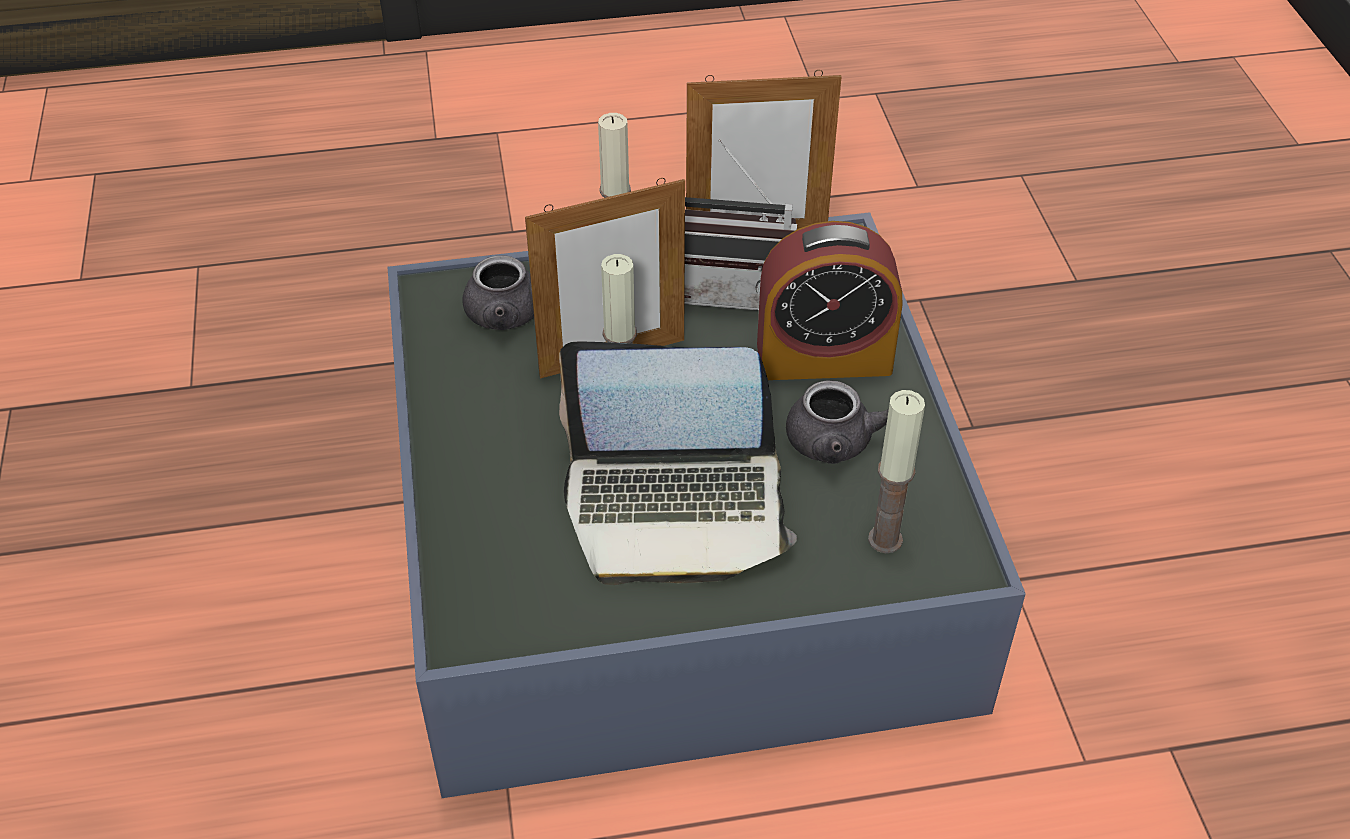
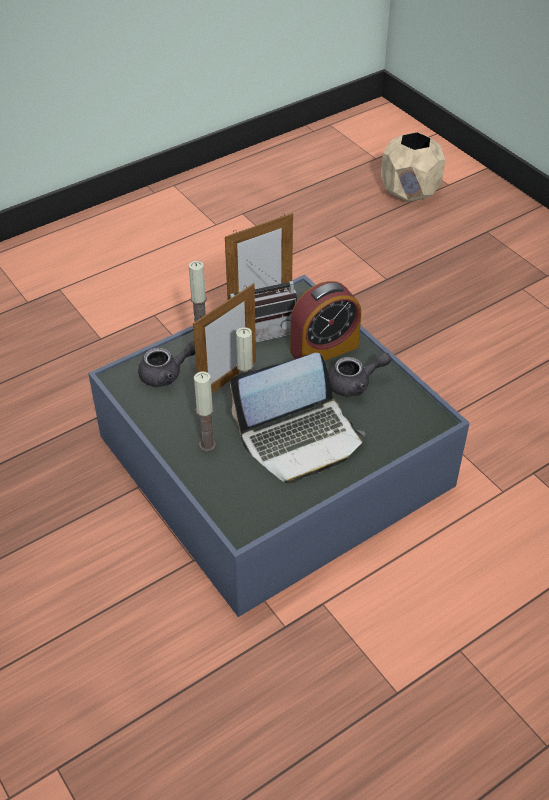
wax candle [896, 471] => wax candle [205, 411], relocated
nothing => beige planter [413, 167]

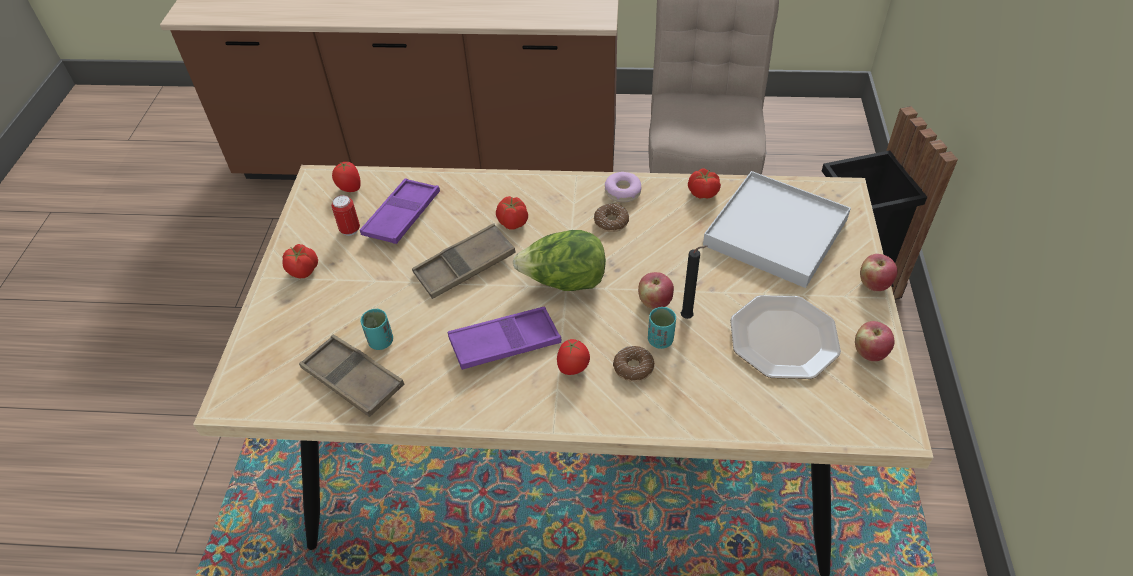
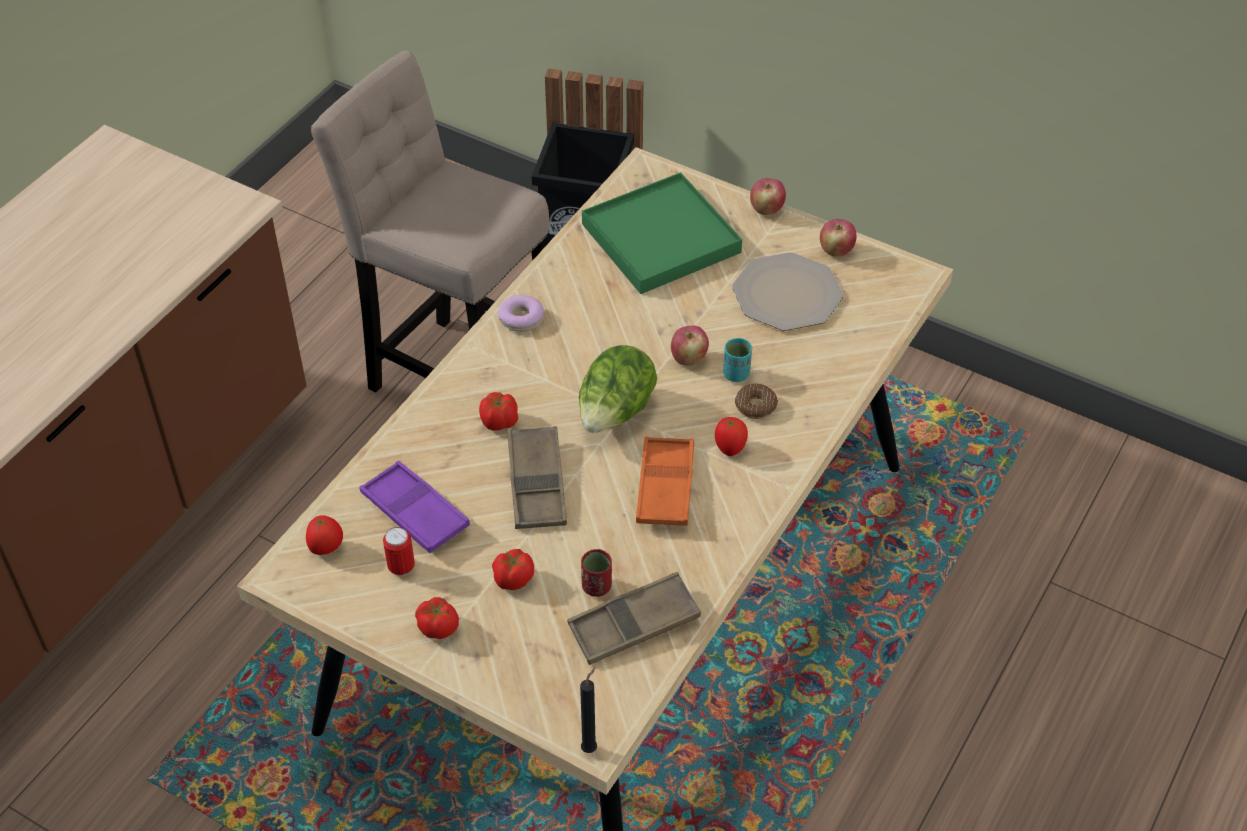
turquoise-coloured drinking cup [376, 329] => reddish drinking cup [596, 573]
purple-coloured serving tray [504, 338] => orange serving tray [665, 481]
ring doughnut [611, 218] => nothing
black wax candle [694, 282] => black wax candle [588, 710], relocated
fresh tomato [704, 184] => fresh tomato [513, 569], relocated
whitish serving tray [777, 229] => green serving tray [662, 233]

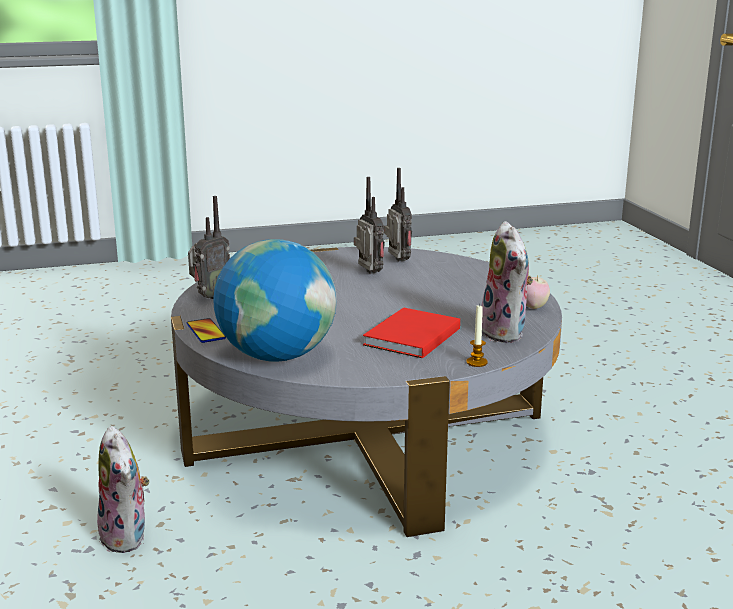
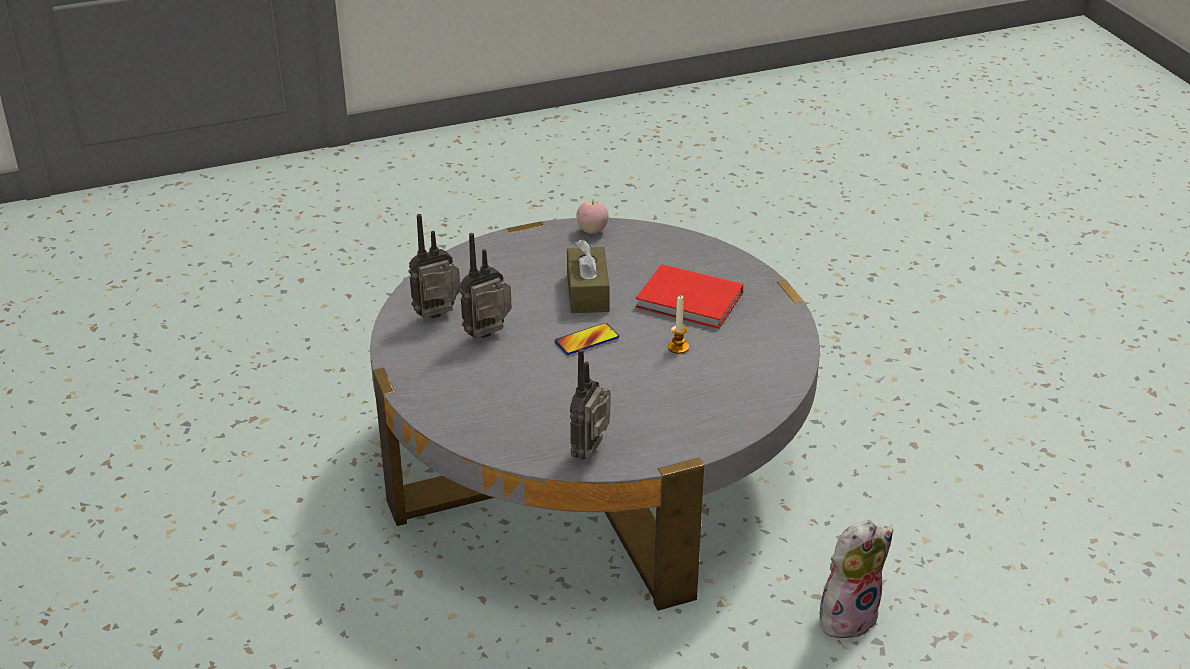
telephone [206, 330] => telephone [586, 339], relocated
radio receiver [209, 247] => radio receiver [590, 404], 105 degrees counterclockwise
desk globe [275, 300] => nothing
wax candle [477, 335] => wax candle [678, 324], relocated
soft toy [507, 282] => nothing
nothing => brown box of tissues [588, 276]

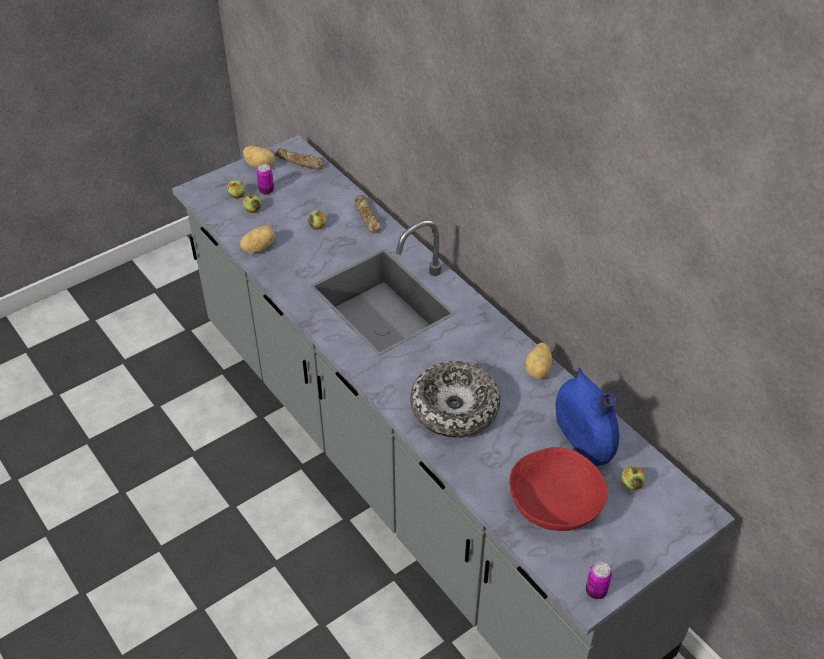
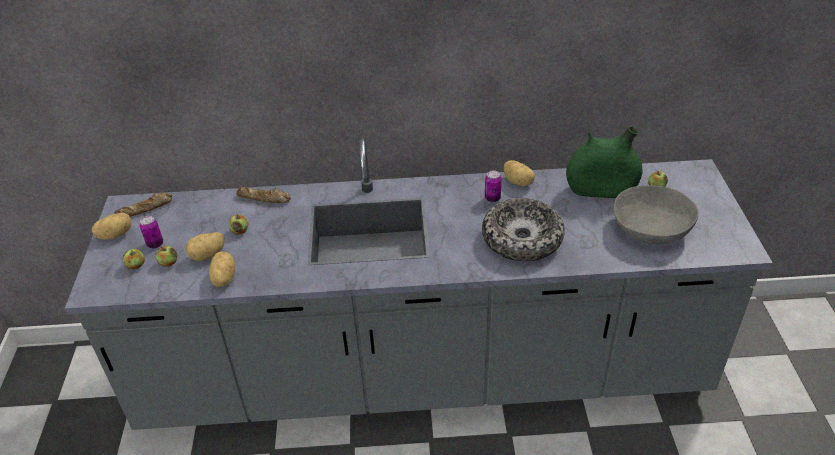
reddish bowl [558, 489] => greyish bowl [656, 214]
blue decorative vase [587, 417] => green decorative vase [604, 162]
metal can [599, 580] => metal can [493, 186], relocated
nothing => potato [205, 246]

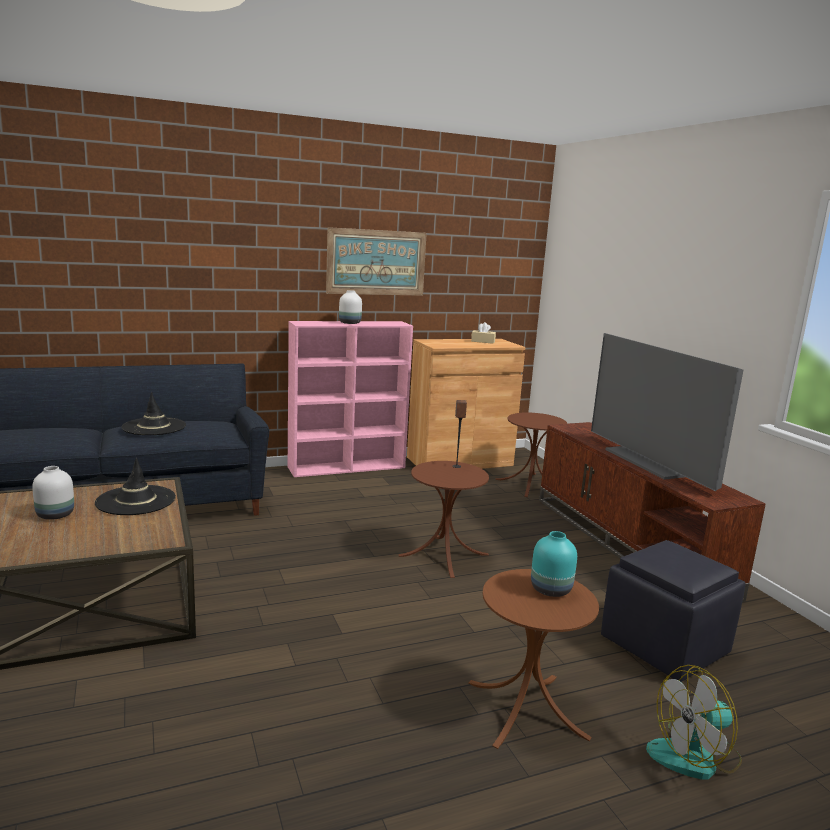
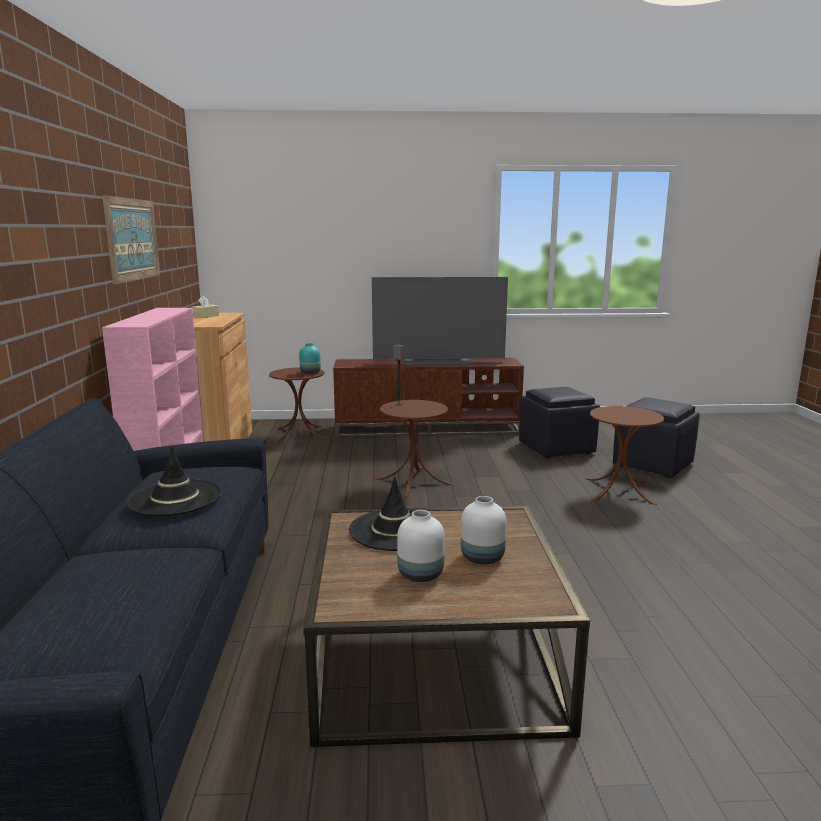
whitish decorative vase [350, 307] => whitish decorative vase [484, 530], relocated
turquoise-coloured decorative vase [554, 564] => turquoise-coloured decorative vase [310, 358], relocated
cooling fan [694, 722] => black footrest [656, 437]

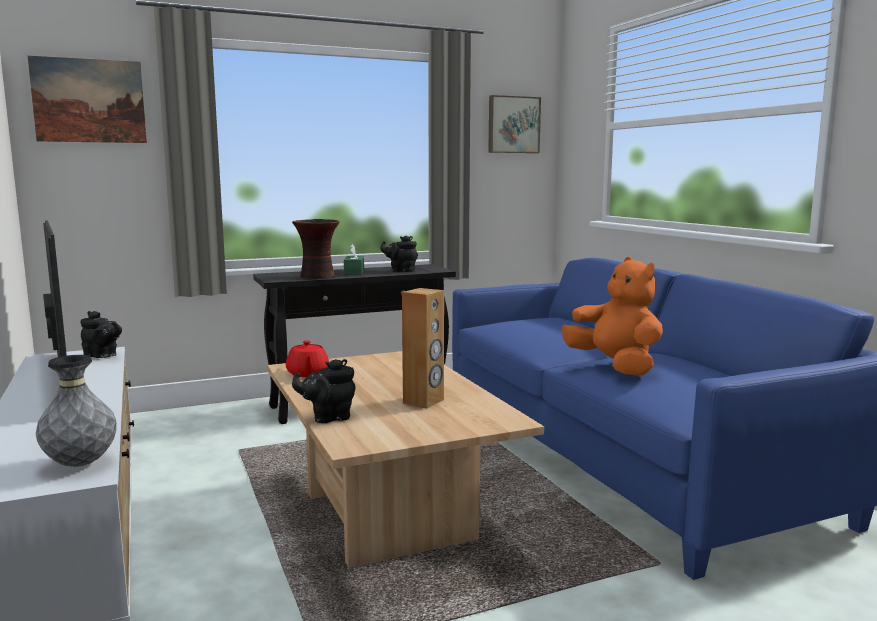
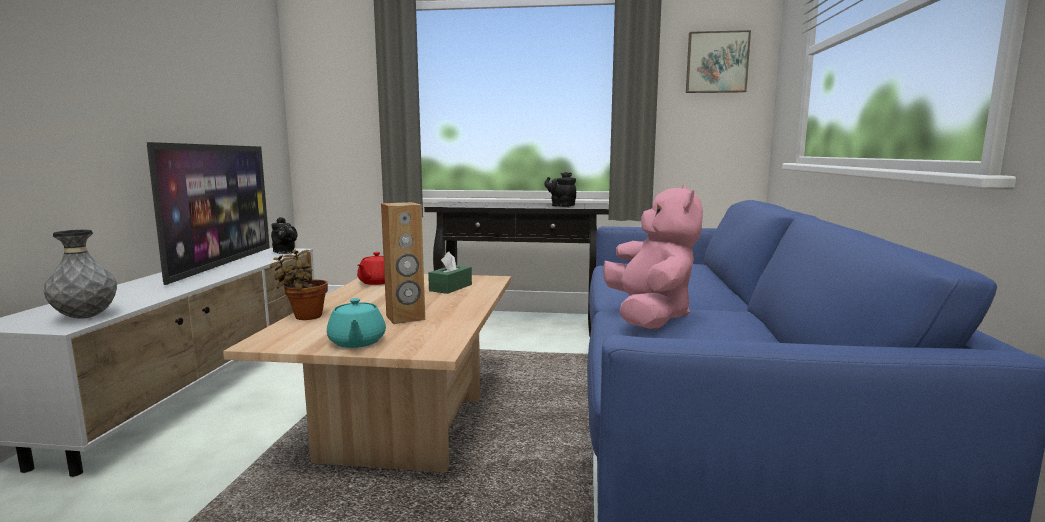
wall picture [87, 99] => nothing
decorative vase [316, 249] => nothing
black teapot [324, 391] => houseplant [299, 284]
green box of tissues [354, 259] => green box of tissues [450, 273], relocated
orange soft toy [612, 316] => pink-coloured soft toy [653, 256]
nothing => turquoise-coloured teapot [356, 323]

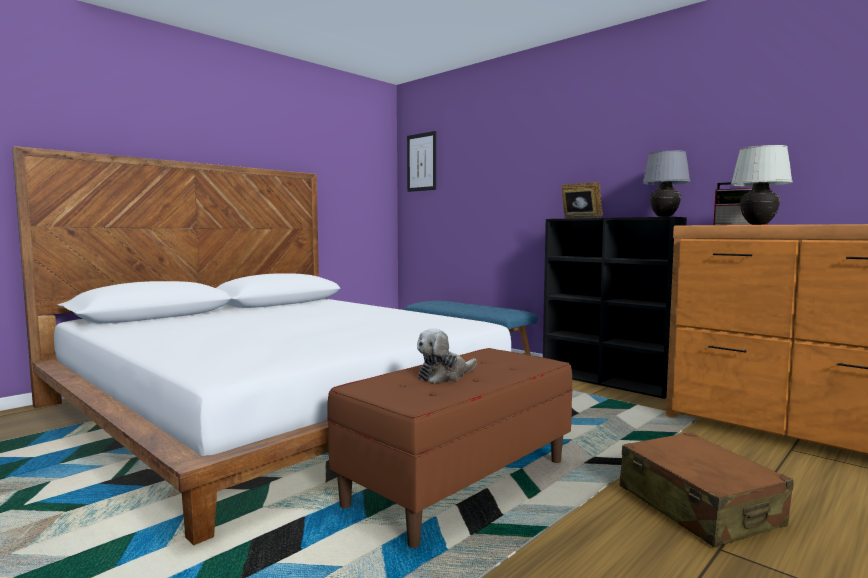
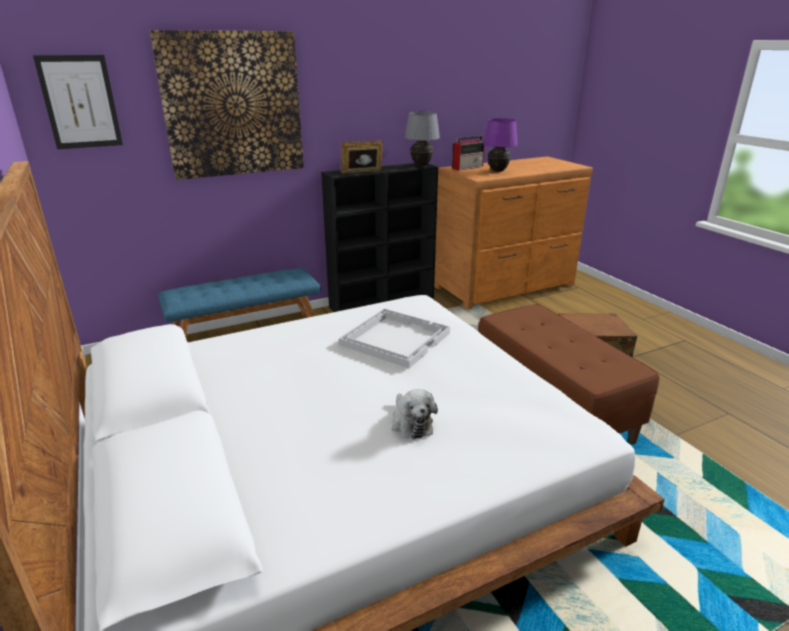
soft toy [447, 355] => soft toy [415, 414], relocated
whitish lamp for a table [762, 185] => purple-coloured lamp for a table [500, 145]
nothing => wall picture [226, 105]
nothing => whitish serving tray [394, 338]

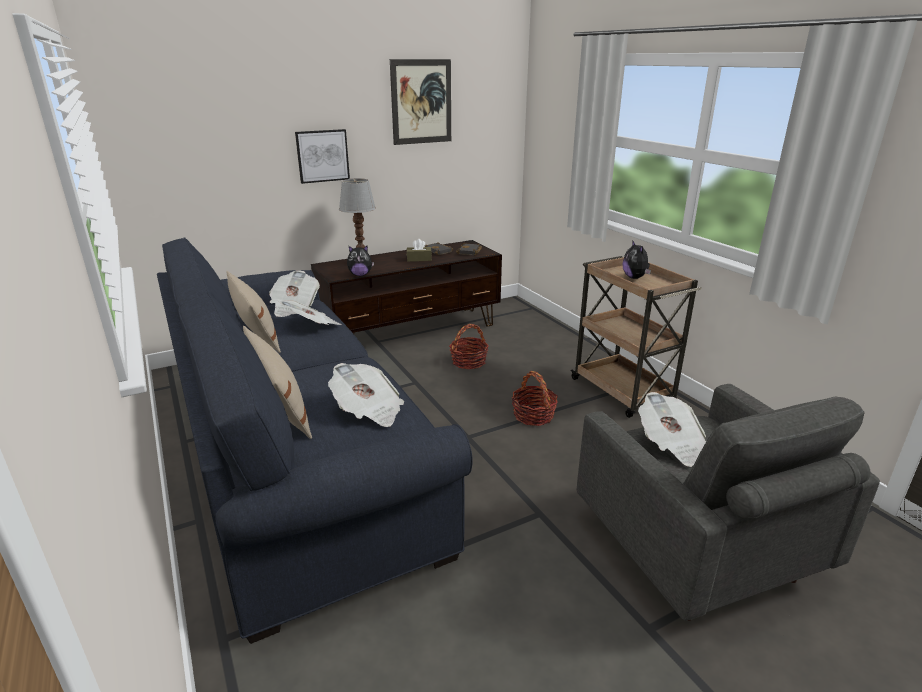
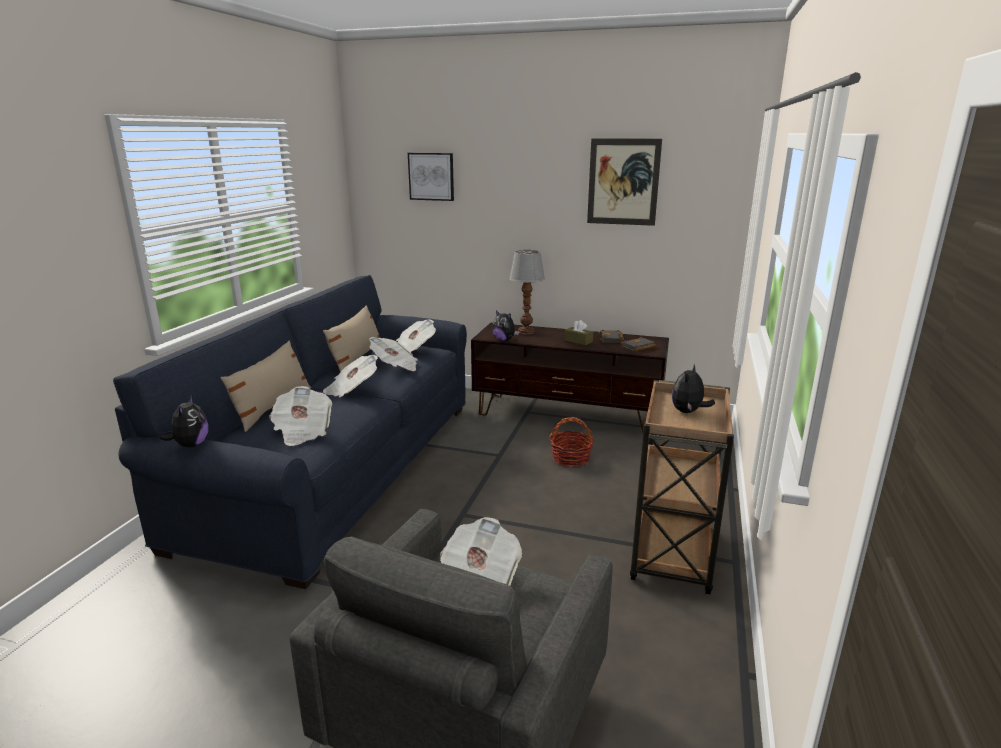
wall picture [322, 156] => wall picture [431, 177], relocated
storage basket [535, 398] => nothing
nothing => soft toy [184, 422]
nothing => newspaper [350, 376]

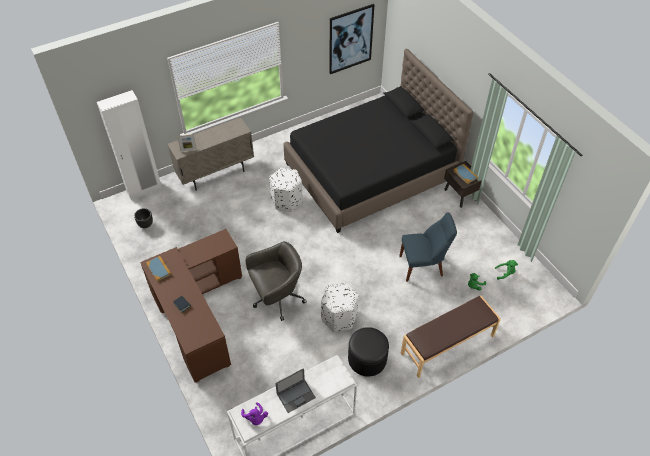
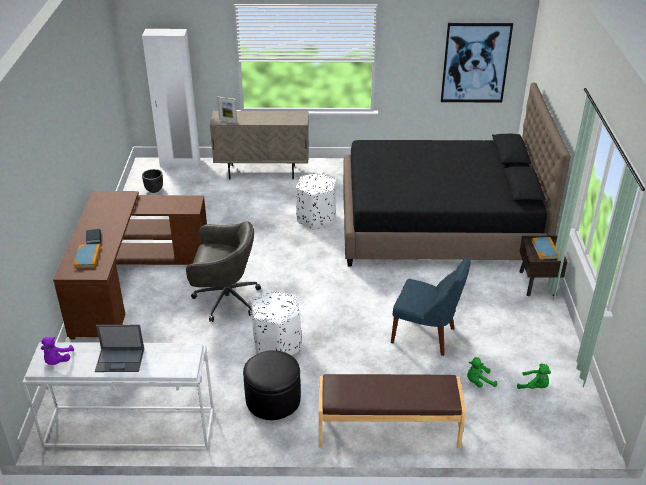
book [158, 269] => book [87, 256], relocated

